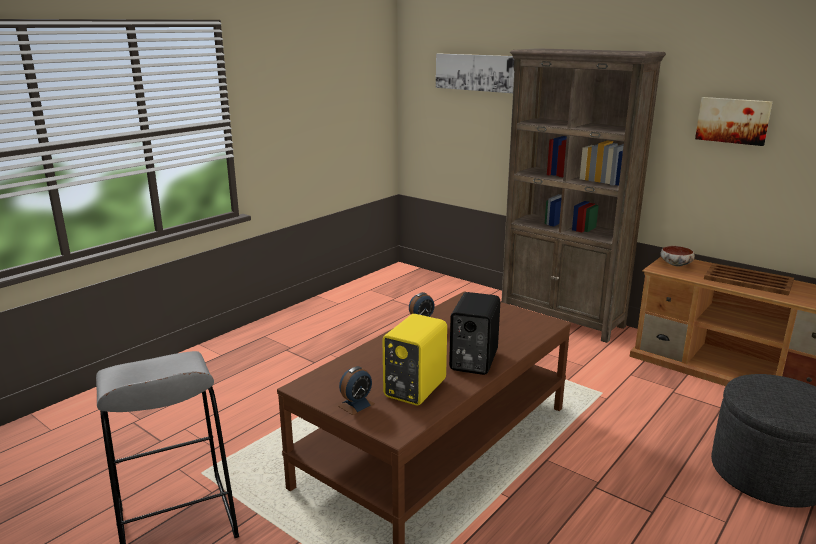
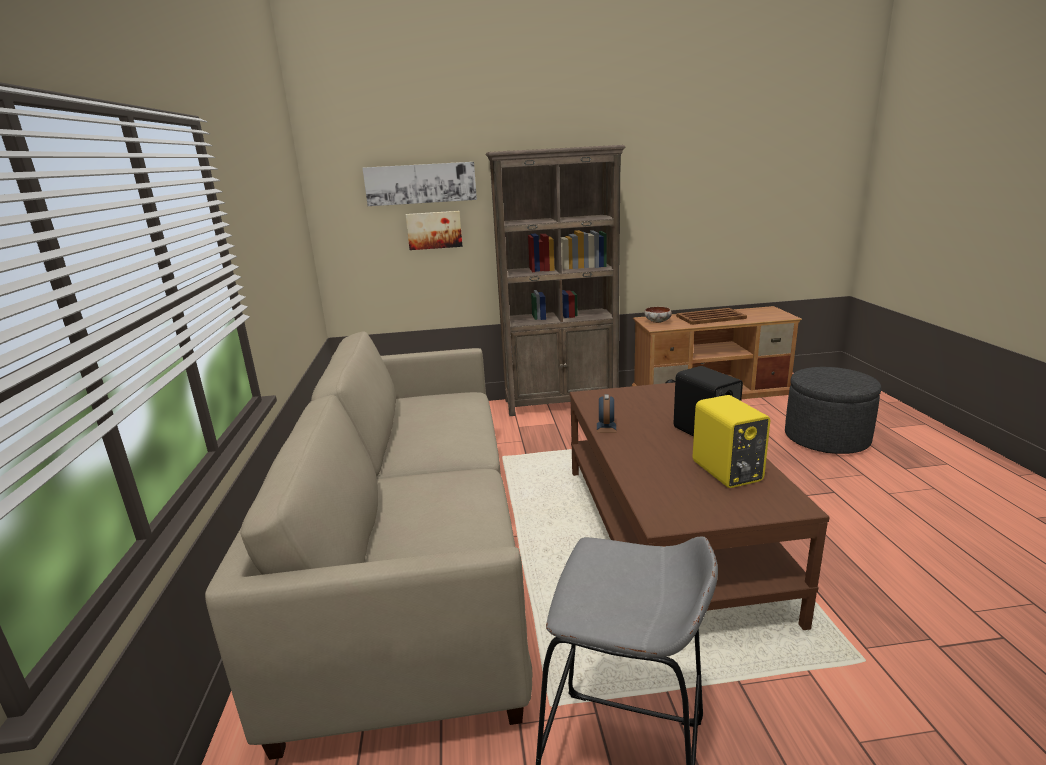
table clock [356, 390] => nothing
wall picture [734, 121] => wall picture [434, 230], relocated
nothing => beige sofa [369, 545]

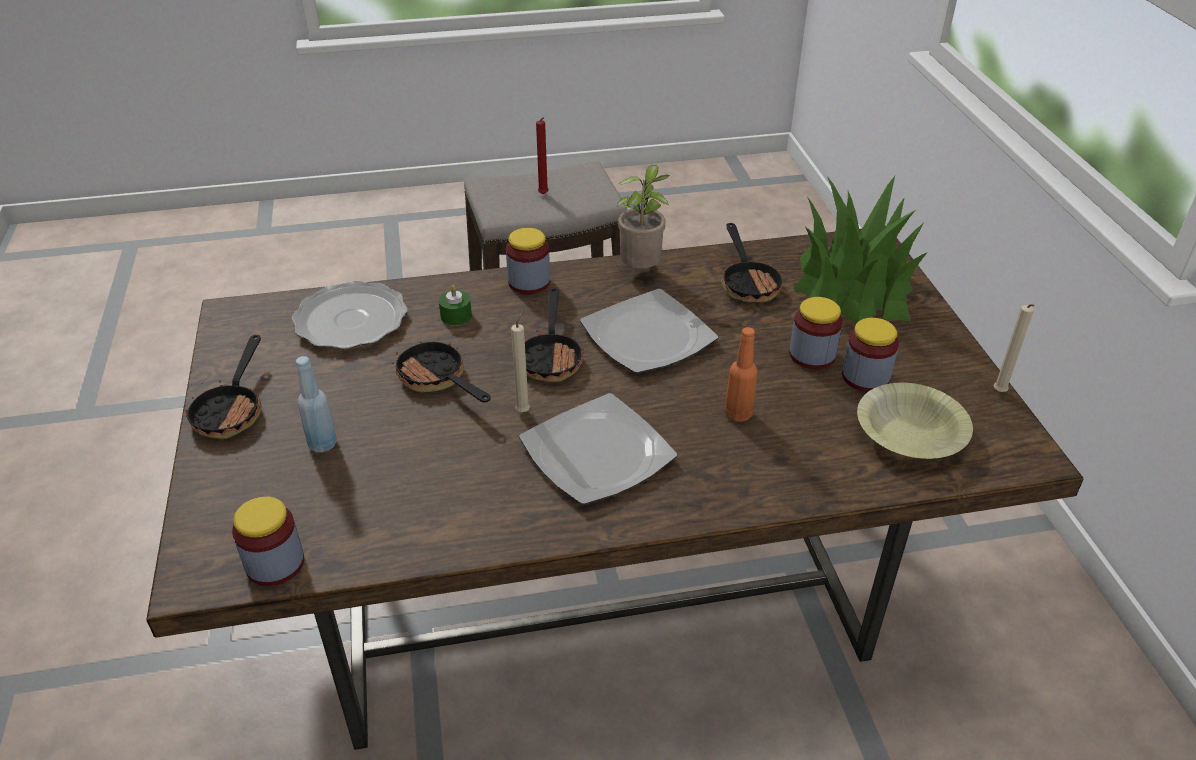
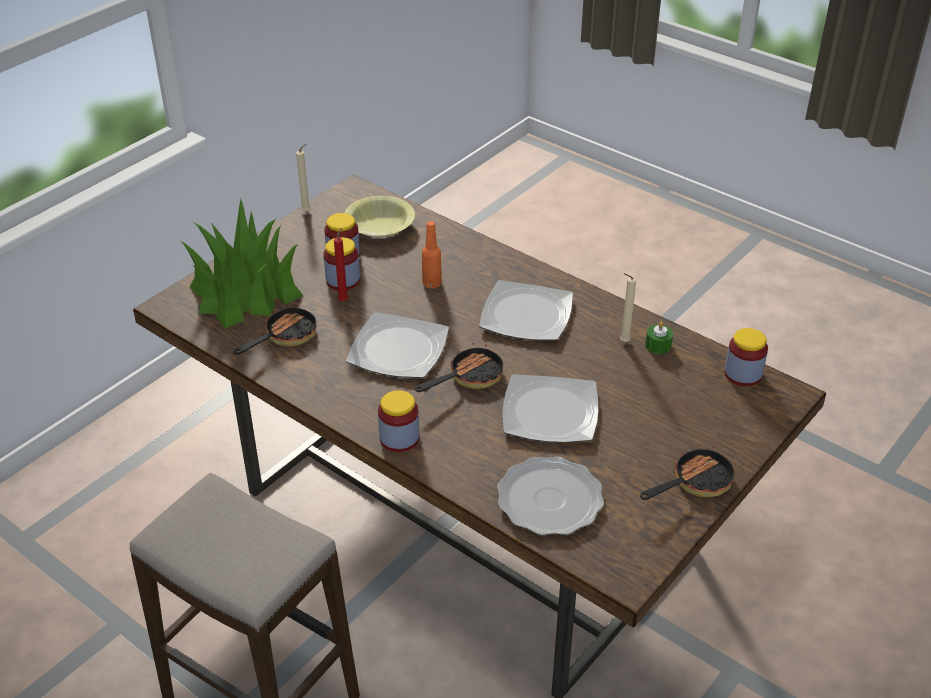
blue bottle [316, 404] => nothing
frying pan [441, 372] => flat dish [550, 408]
green wax candle [455, 305] => green wax candle [659, 337], relocated
beige wax candle [520, 361] => beige wax candle [628, 307], relocated
reddish wax candle [542, 155] => reddish wax candle [341, 264], relocated
houseplant [643, 217] => nothing

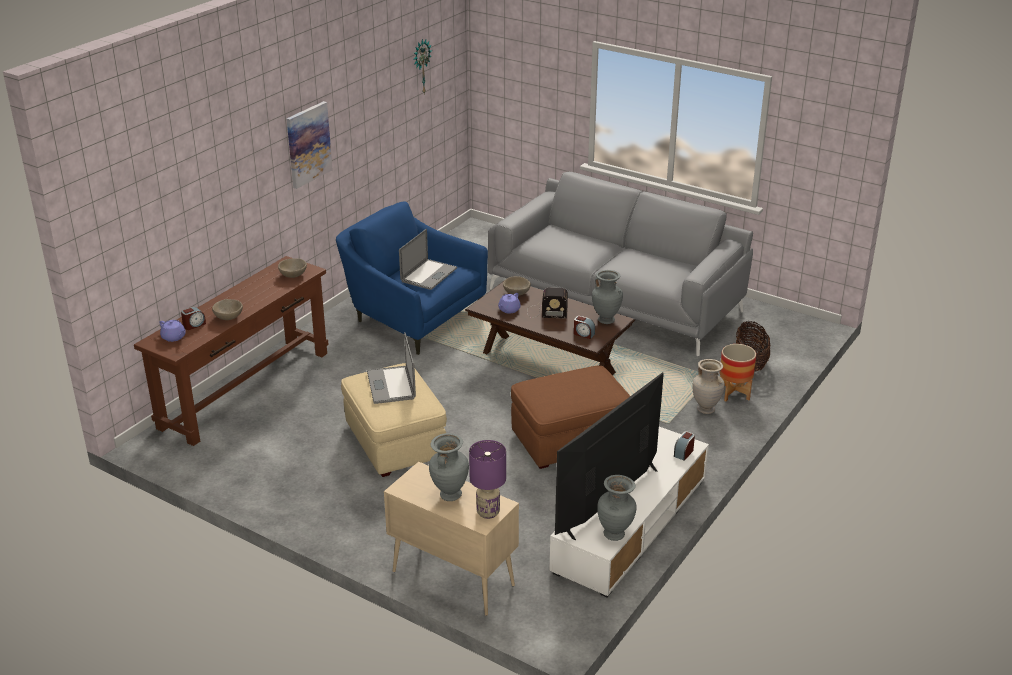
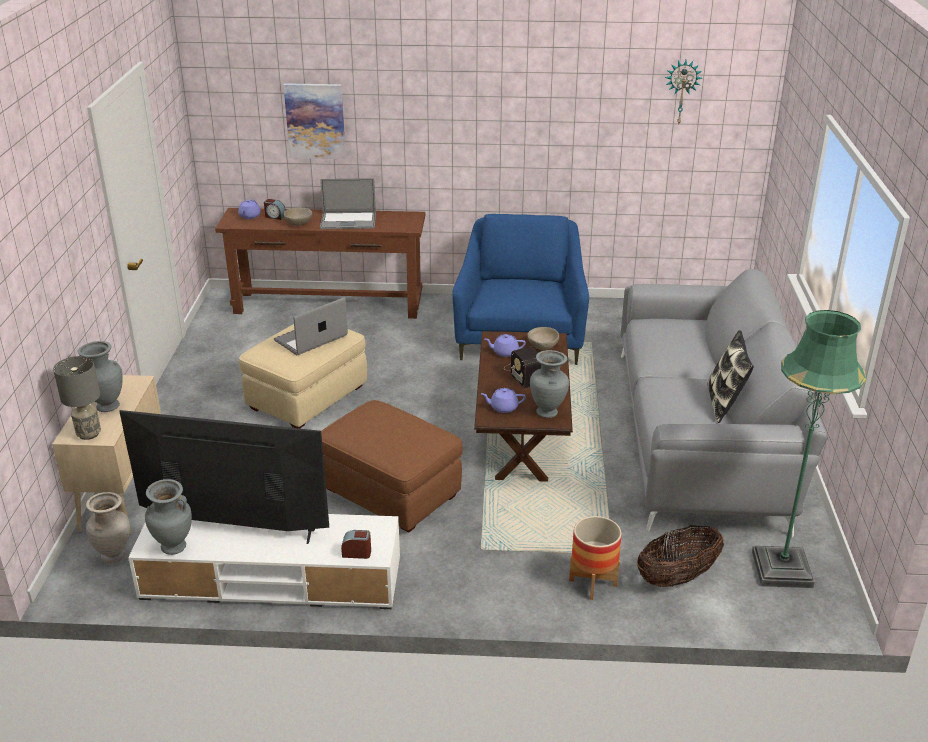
beige bowl [292, 268] => nothing
wall picture [309, 145] => wall picture [314, 121], relocated
notebook computer [428, 259] => notebook computer [348, 203], relocated
purple-coloured lamp for a table [487, 479] => greyish lamp for a table [77, 398]
table clock [584, 327] => purple-coloured teapot [503, 400]
beige decorative vase [708, 386] => beige decorative vase [108, 527], relocated
nothing => cushion [730, 376]
nothing => green floor lamp [809, 449]

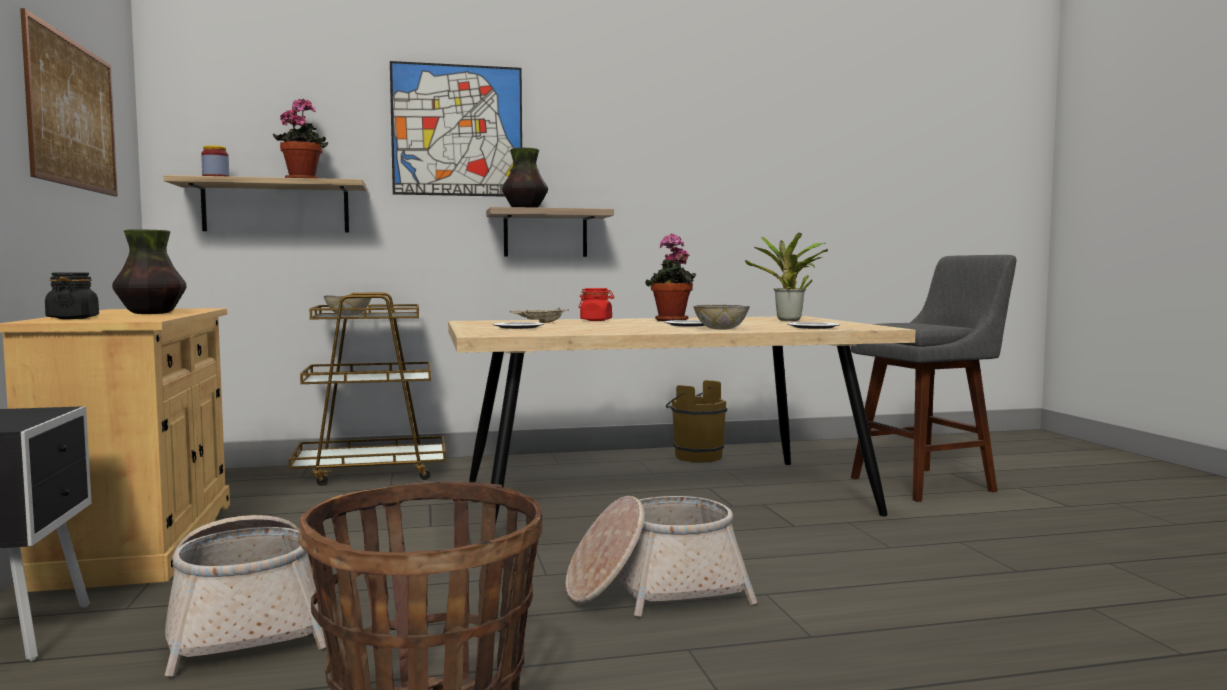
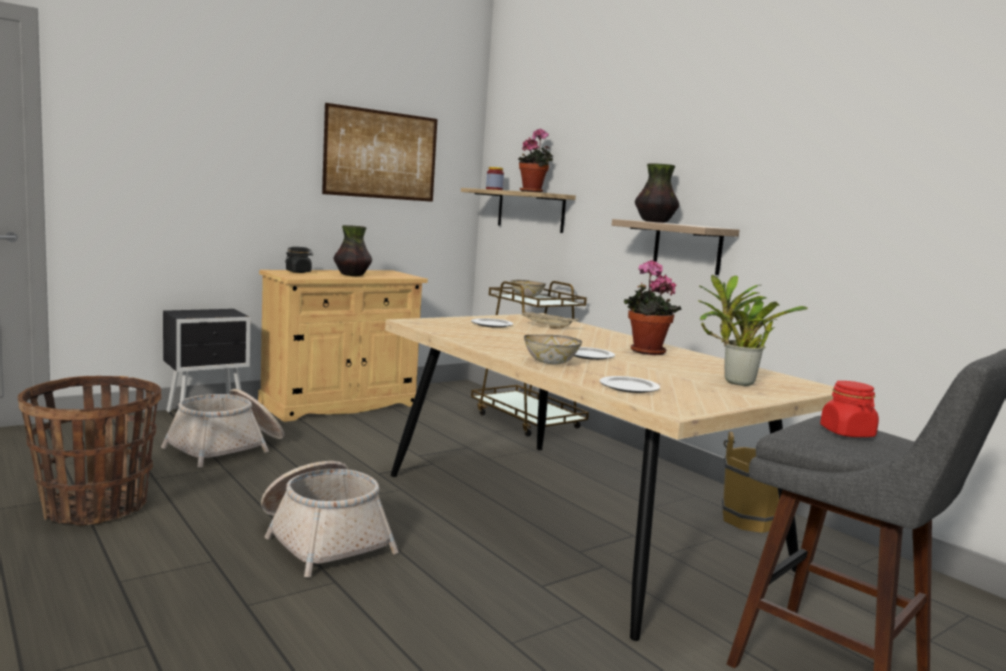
wall picture [456, 129] => nothing
reddish storage jar [596, 304] => reddish storage jar [849, 409], relocated

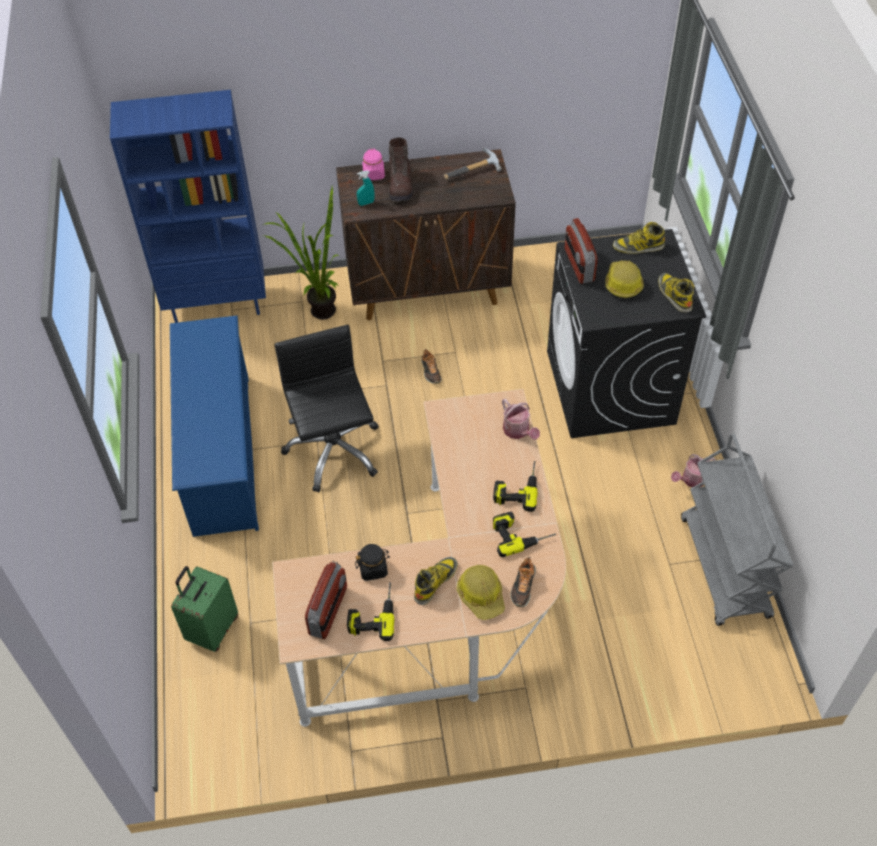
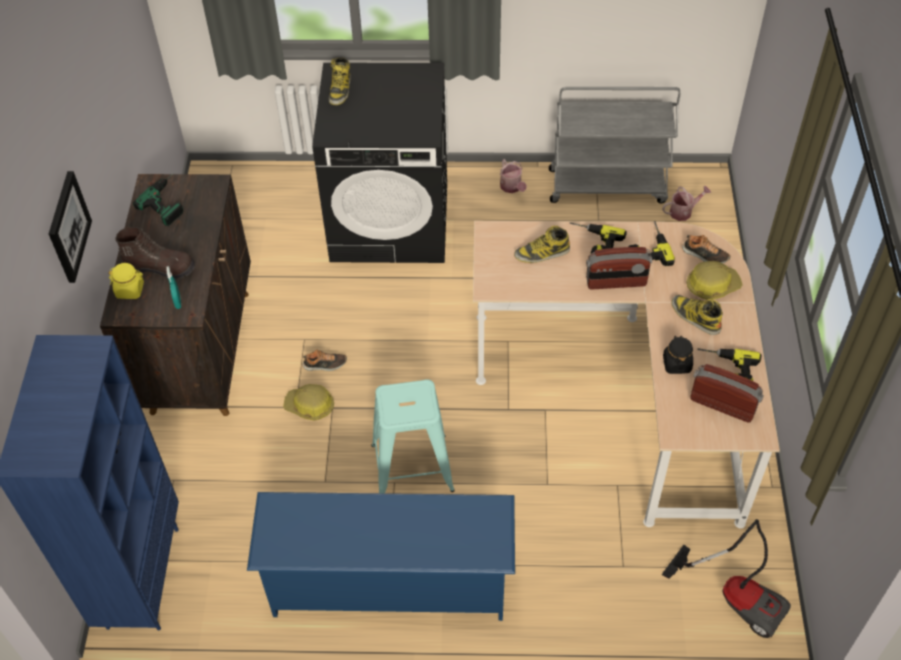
green travel case [204, 609] => nothing
houseplant [301, 253] => nothing
black office chair [326, 408] => turquoise-coloured sitting stool [413, 436]
pink-coloured storage jar [373, 164] => yellowish storage jar [126, 281]
hammer [473, 164] => electric drill [158, 200]
watering can [521, 419] => watering can [686, 203], relocated
radio receiver [581, 251] => radio receiver [619, 268], relocated
work helmet [624, 279] => work helmet [308, 402], relocated
high-top boot [676, 293] => high-top boot [542, 244], relocated
nothing => wall picture [70, 227]
nothing => vacuum [726, 578]

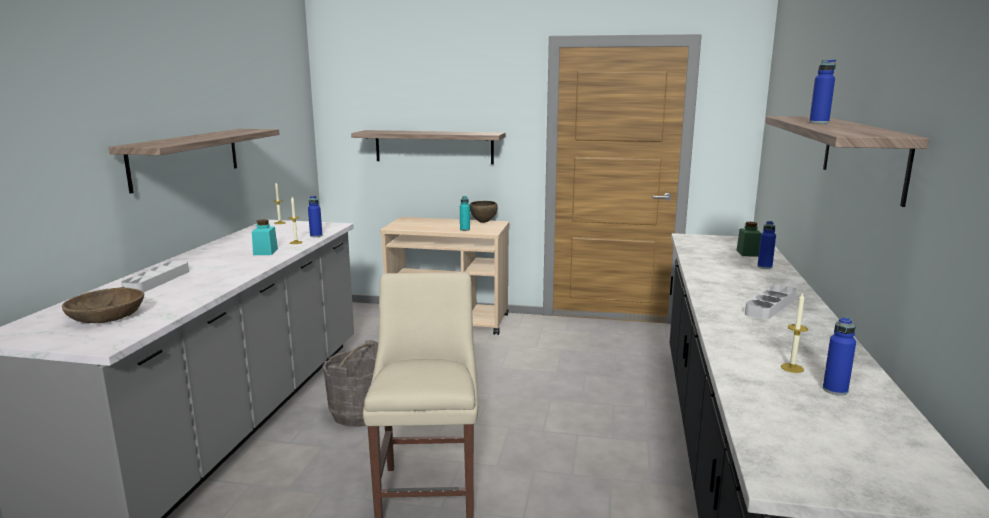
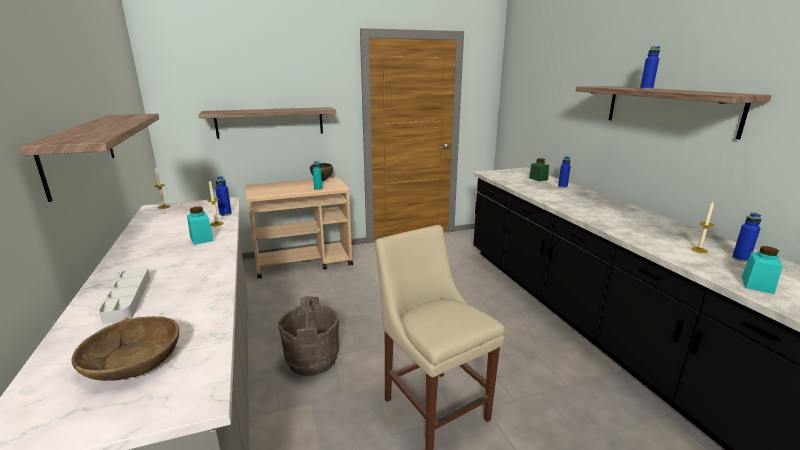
greyish serving tray [771, 302] => nothing
nothing => turquoise-coloured storage jar [762, 270]

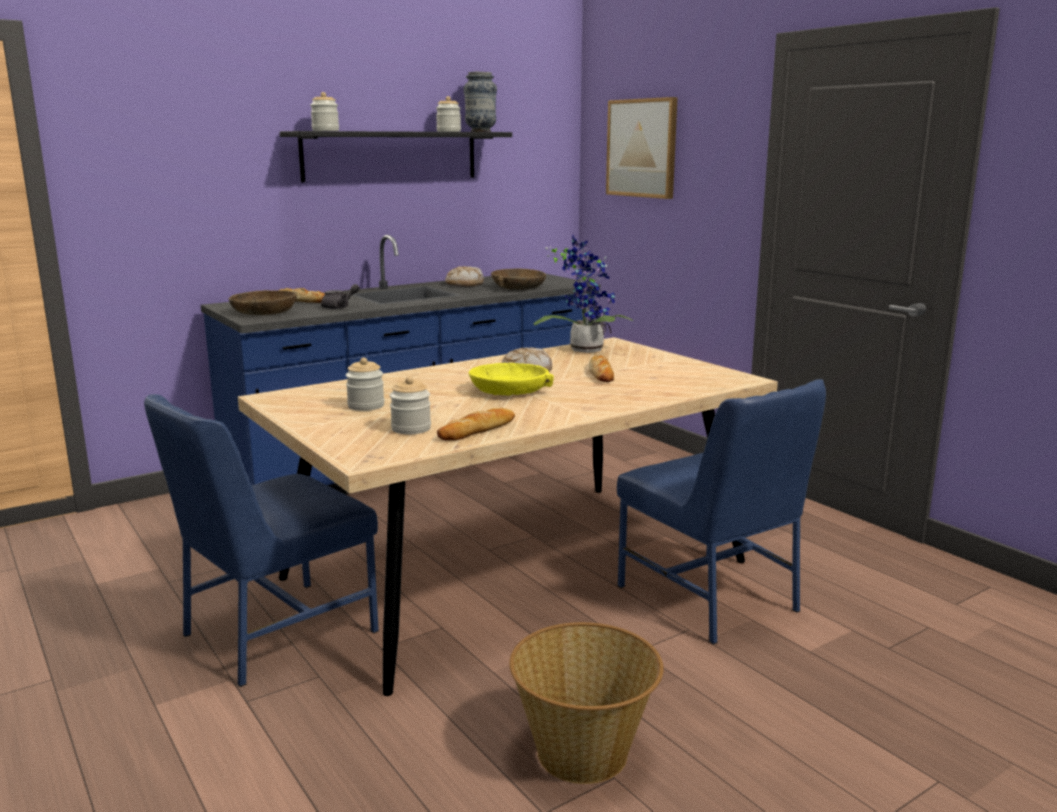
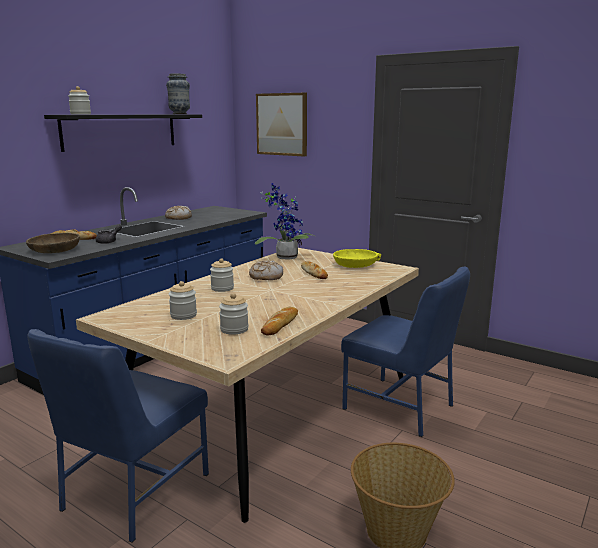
storage jar [448, 114] => storage jar [222, 275], relocated
yellowish bowl [511, 379] => yellowish bowl [357, 258], relocated
brown bowl [518, 279] => nothing

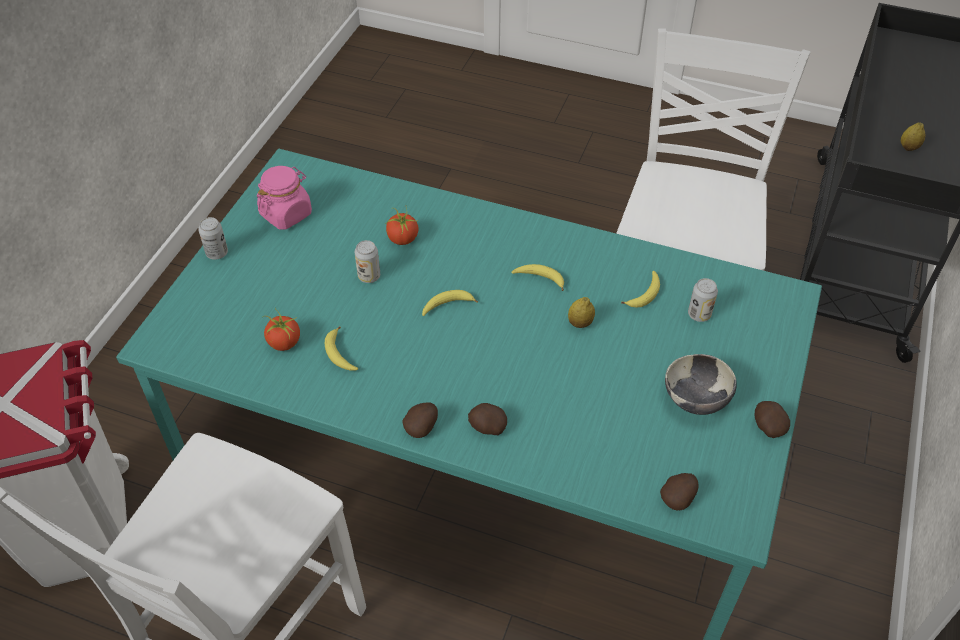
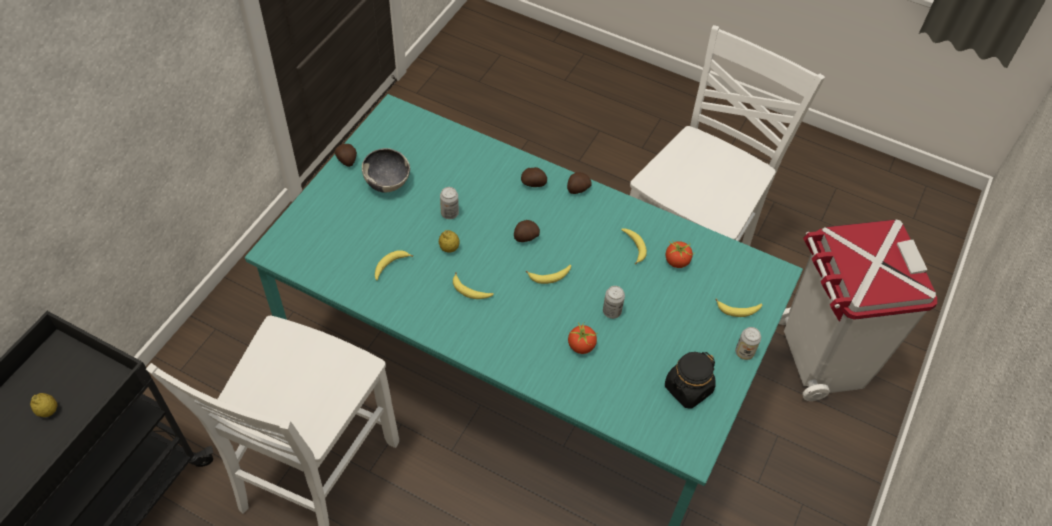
pink-coloured storage jar [284, 198] => black storage jar [690, 380]
potato [679, 491] => potato [527, 231], relocated
metal can [703, 300] => metal can [449, 203], relocated
nothing => whole banana [738, 308]

